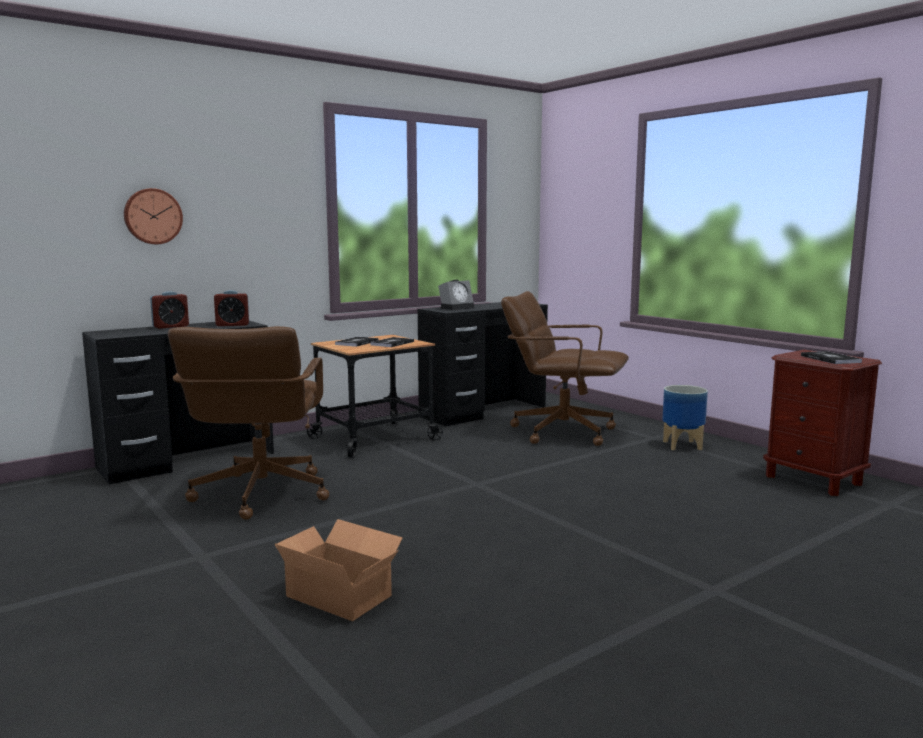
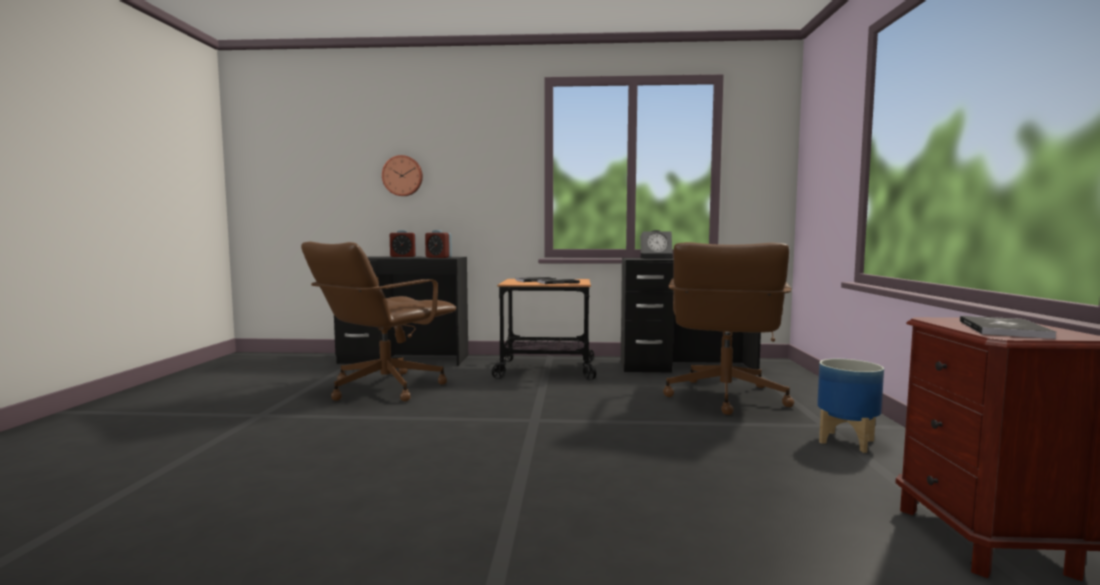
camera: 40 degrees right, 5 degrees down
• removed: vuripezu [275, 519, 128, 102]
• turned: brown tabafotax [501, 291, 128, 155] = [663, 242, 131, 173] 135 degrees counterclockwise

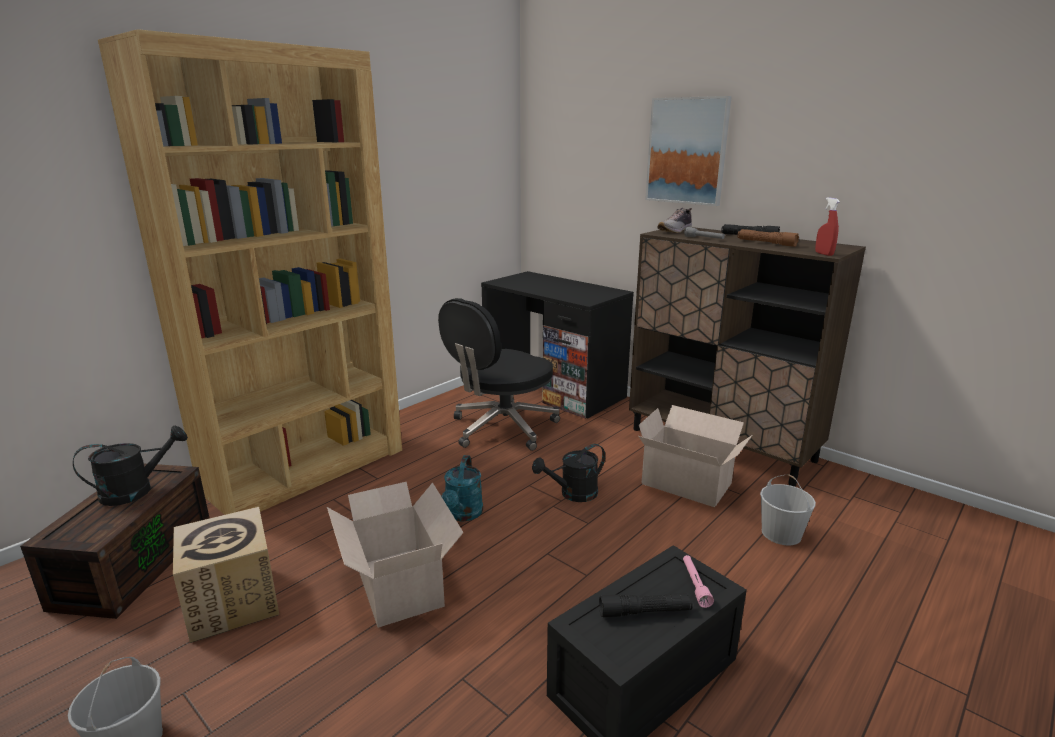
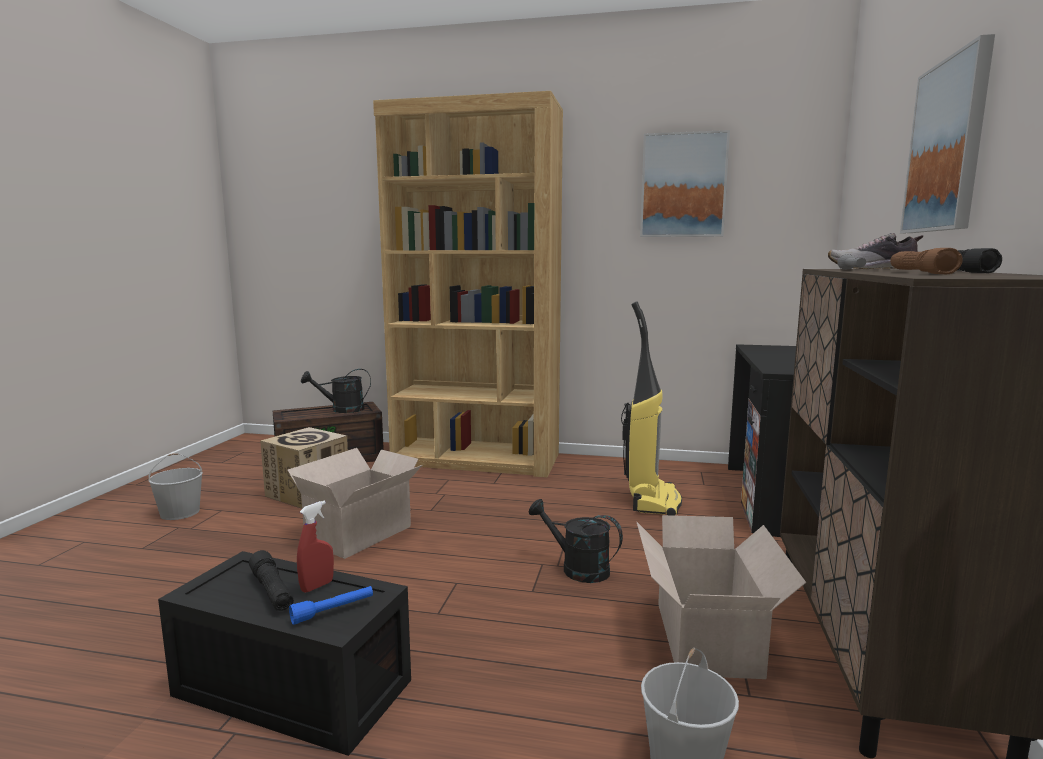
camera: 60 degrees right, 10 degrees down
• turned: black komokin [73, 426, 115, 80] = [301, 369, 70, 44] 135 degrees clockwise
• replaced: black tabafotax [438, 298, 122, 153] to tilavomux [621, 301, 61, 215]
• removed: turquoise komokin [441, 455, 42, 66]
• recoloured: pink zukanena [683, 555, 31, 53] to blue zukanena [289, 586, 84, 39]
• moved: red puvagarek [815, 197, 25, 59] to [297, 501, 37, 91]
• added: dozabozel [640, 130, 90, 107]

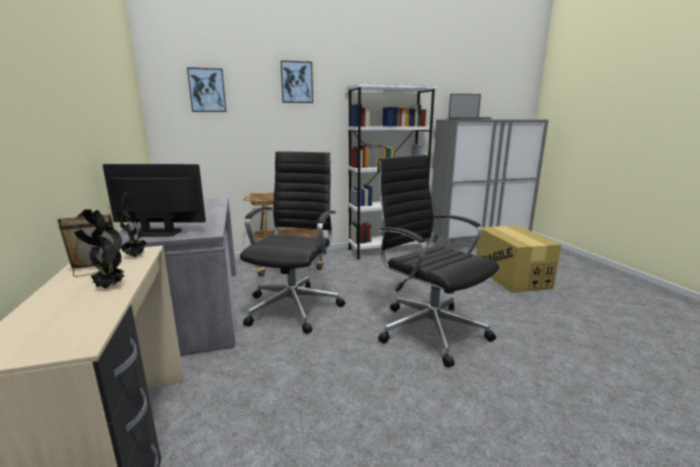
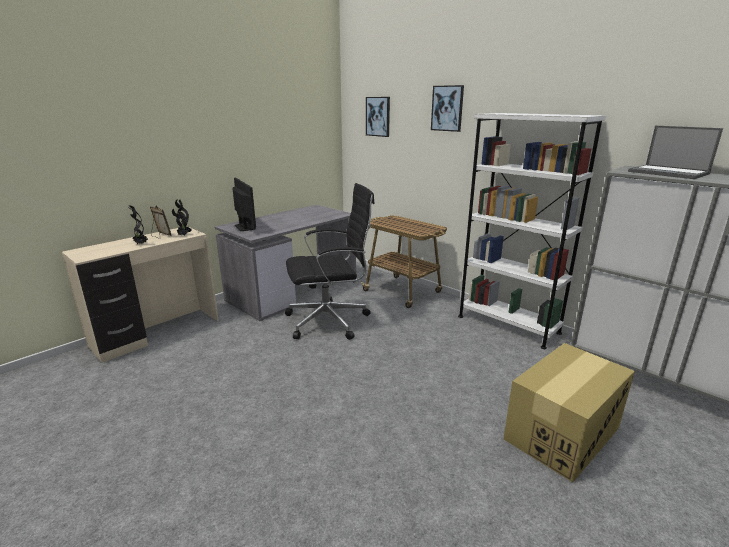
camera: 60 degrees right, 5 degrees up
• removed: black tabafotax [377, 155, 122, 212]

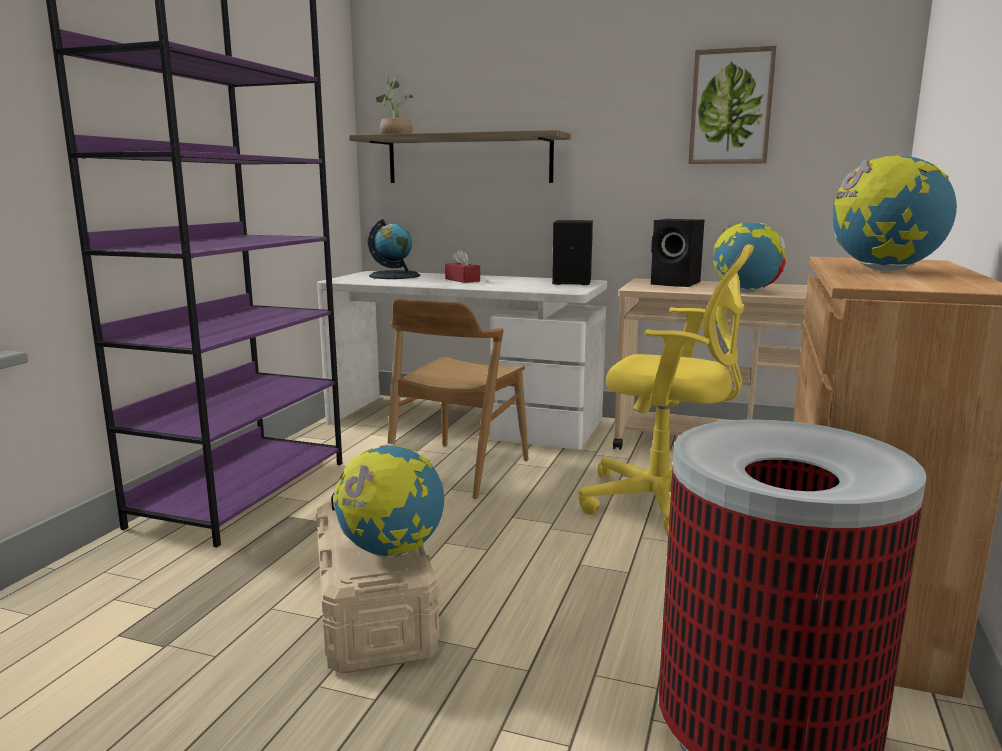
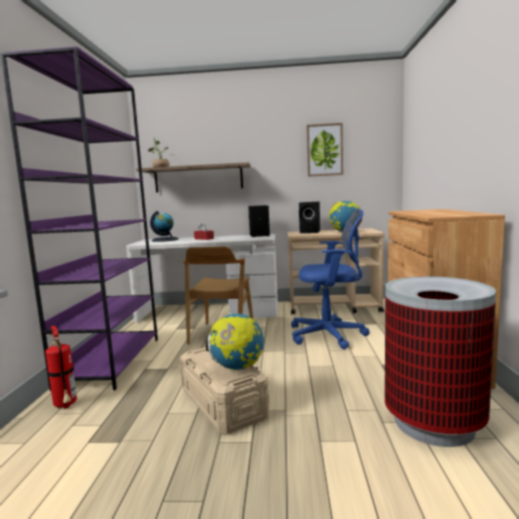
camera: 15 degrees left, 5 degrees down
• recoloured: yellow tabafotax [579, 244, 175, 293] to blue tabafotax [291, 209, 79, 140]
• removed: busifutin [833, 155, 124, 116]
• added: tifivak [45, 323, 32, 86]

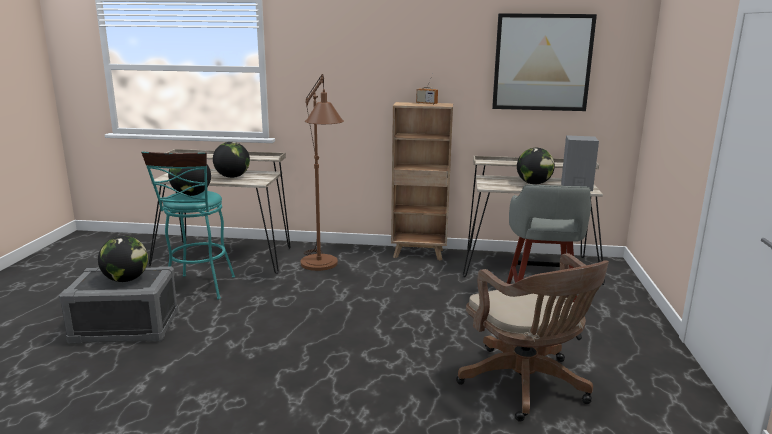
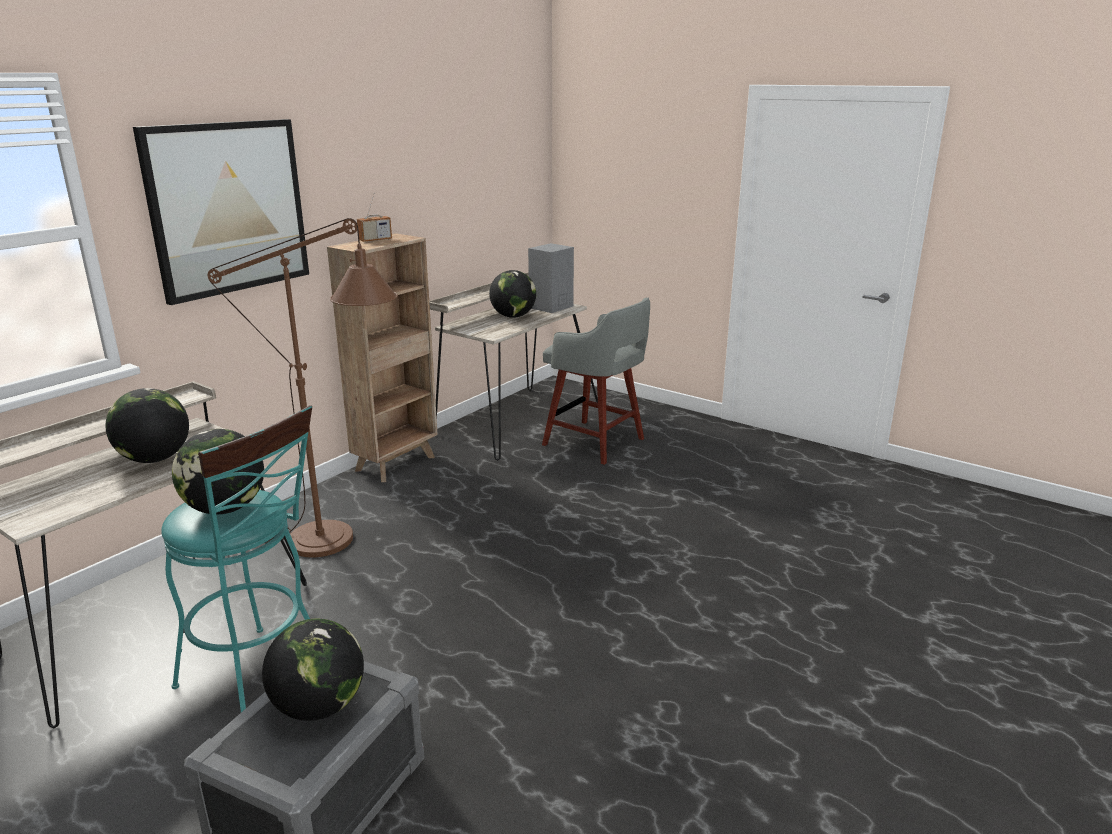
camera: 60 degrees left, 5 degrees up
• removed: brown tabafotax [456, 253, 153, 169]
• moved: dozabozel [492, 13, 105, 98] to [133, 119, 176, 186]

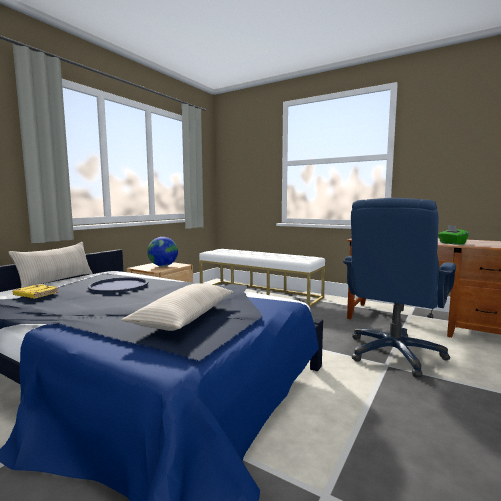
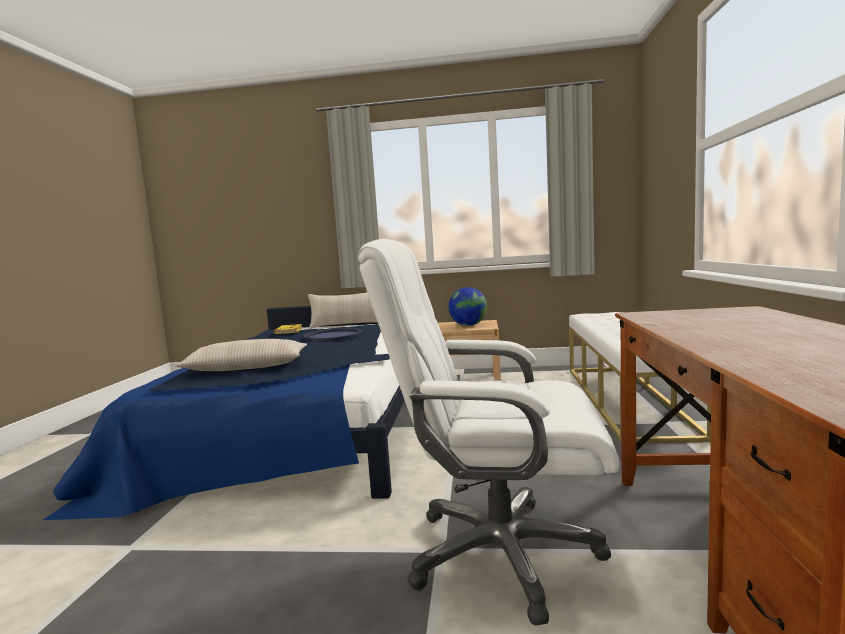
camera: 65 degrees right, 0 degrees up
• recoloured: blue tabafotax [343, 198, 113, 179] to white tabafotax [358, 239, 261, 387]
• removed: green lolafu [438, 225, 31, 20]

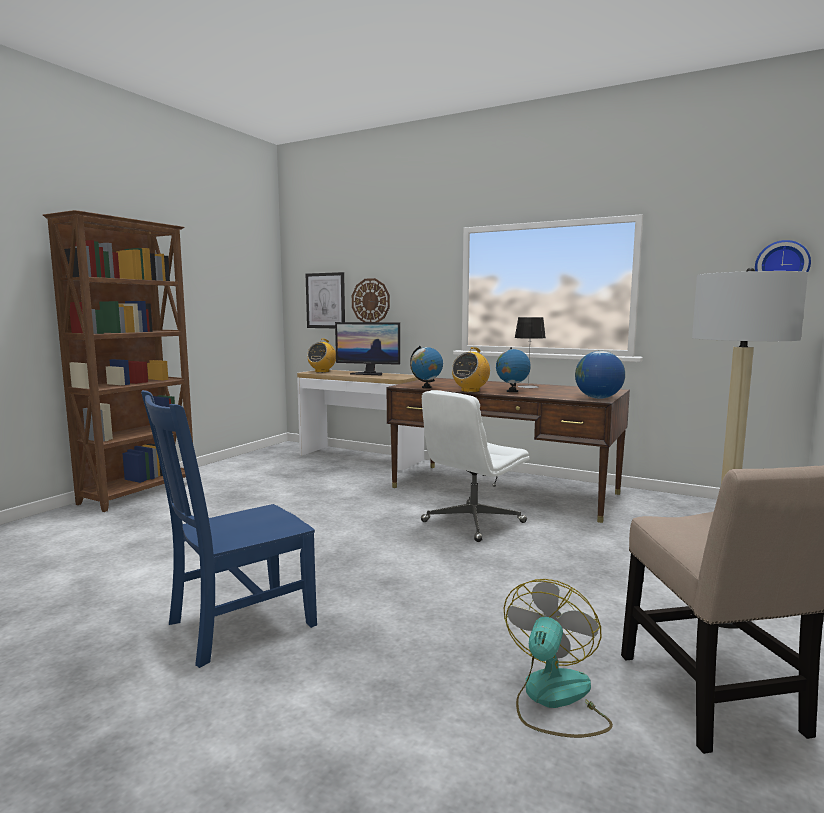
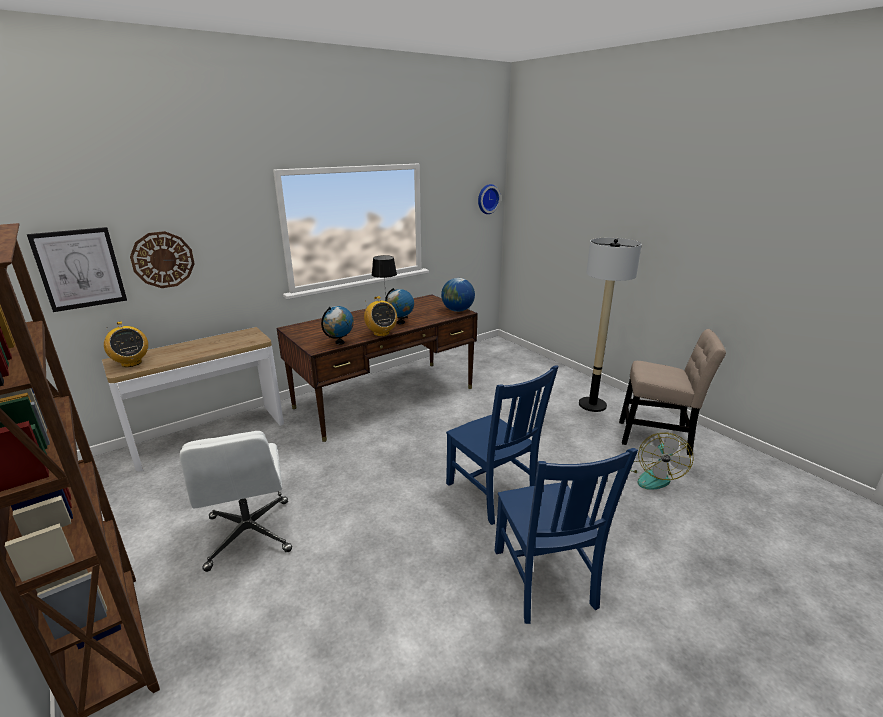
camera: 65 degrees left, 15 degrees up
• removed: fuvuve [335, 322, 65, 53]
• moved: white tabafotax [421, 390, 108, 152] to [180, 431, 112, 141]
• turned: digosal [504, 579, 109, 159] = [630, 433, 64, 57] 120 degrees counterclockwise
• added: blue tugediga [446, 365, 113, 160]

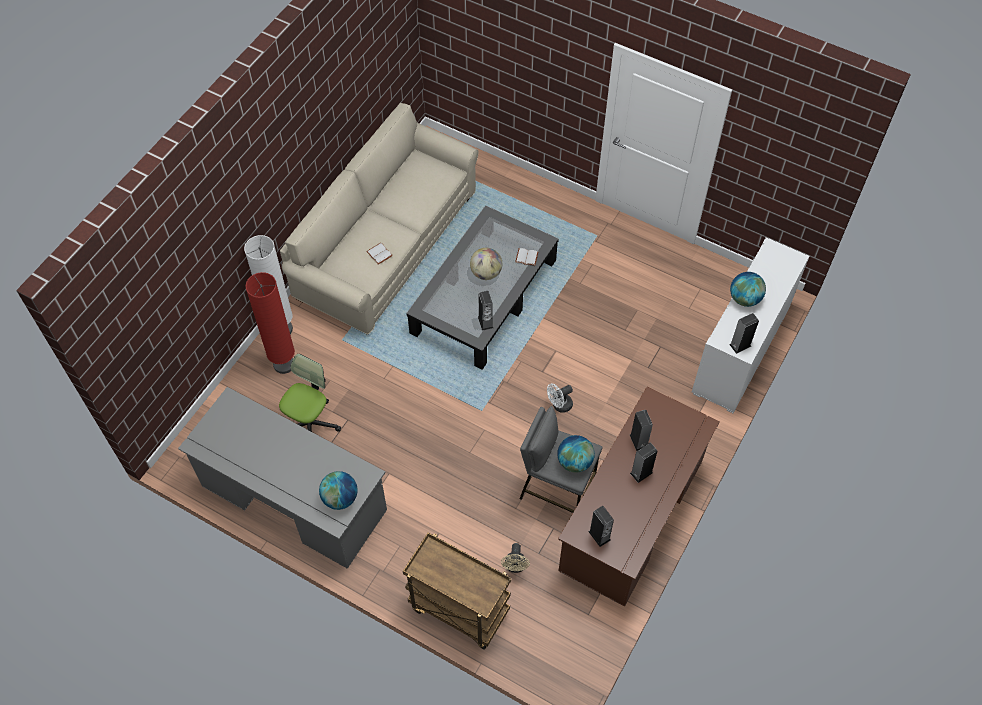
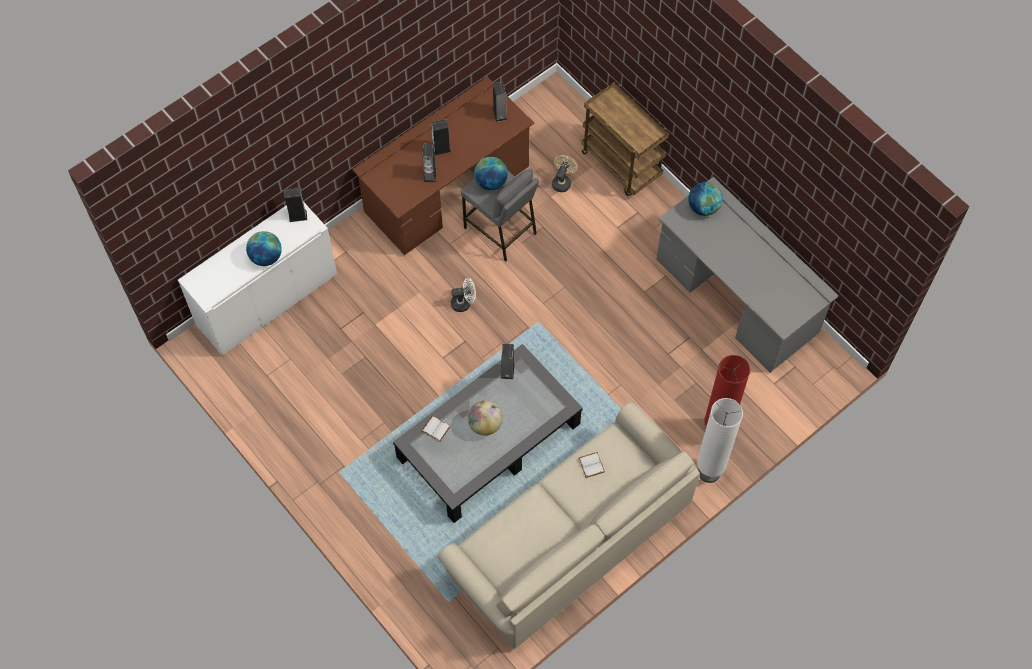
camera: 160 degrees left, 5 degrees up
• removed: tabafotax [279, 354, 62, 78]

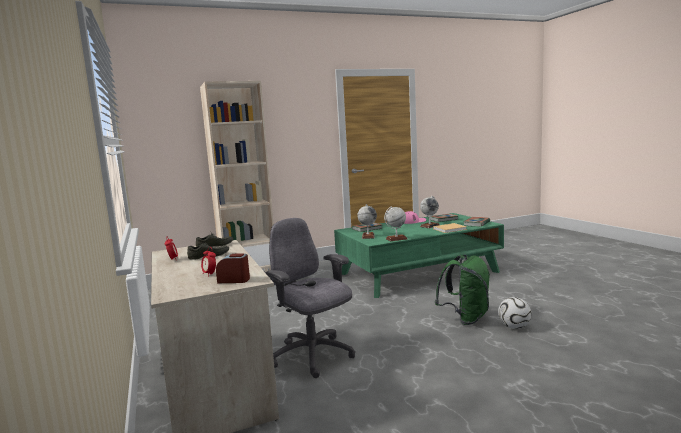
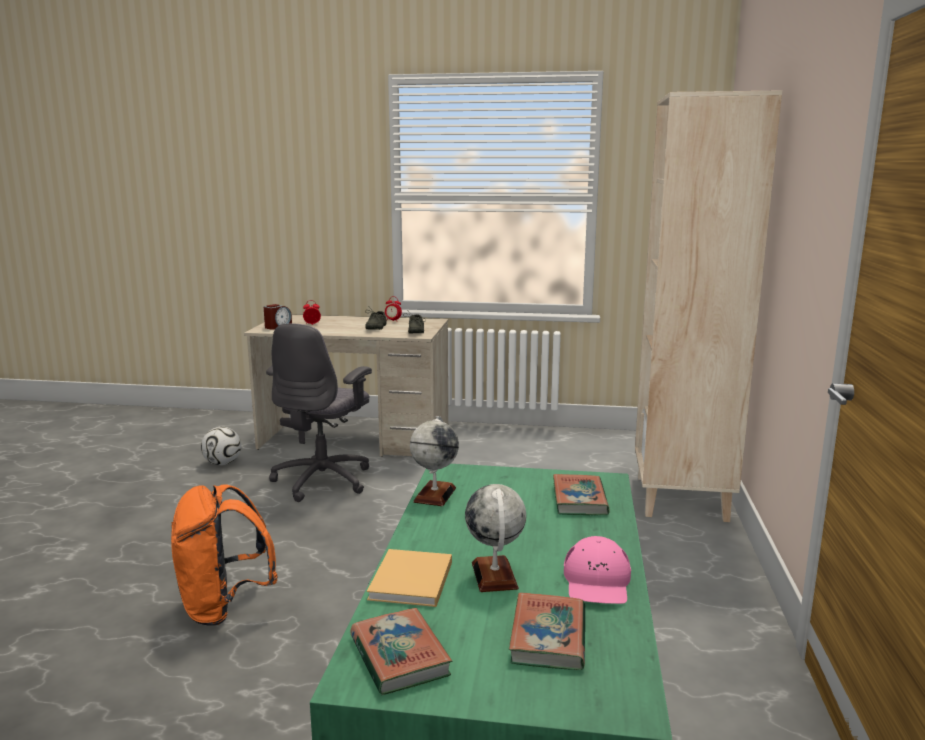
camera: 120 degrees right, 5 degrees up
• turned: grey tabafotax [265, 218, 90, 160] = [266, 323, 106, 179] 120 degrees clockwise
• removed: busifutin [357, 204, 20, 35]
• recoloured: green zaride [435, 254, 55, 71] to orange zaride [171, 485, 107, 141]
• moved: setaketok [498, 297, 34, 32] to [201, 427, 40, 38]

